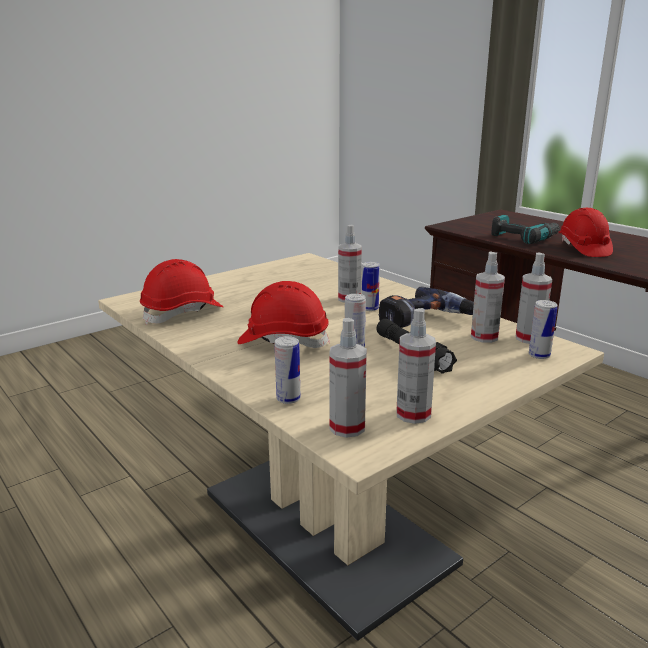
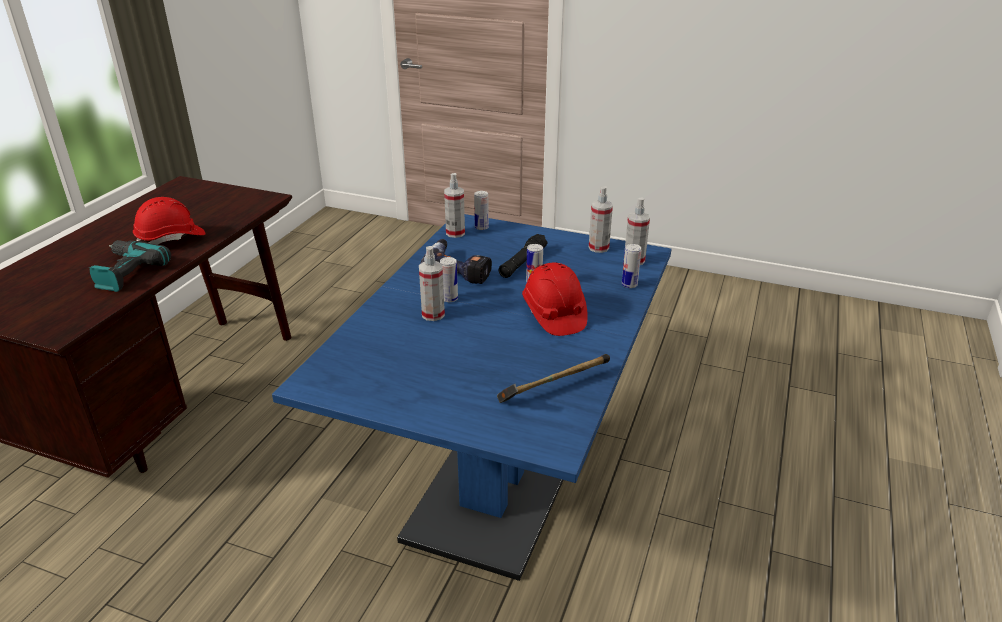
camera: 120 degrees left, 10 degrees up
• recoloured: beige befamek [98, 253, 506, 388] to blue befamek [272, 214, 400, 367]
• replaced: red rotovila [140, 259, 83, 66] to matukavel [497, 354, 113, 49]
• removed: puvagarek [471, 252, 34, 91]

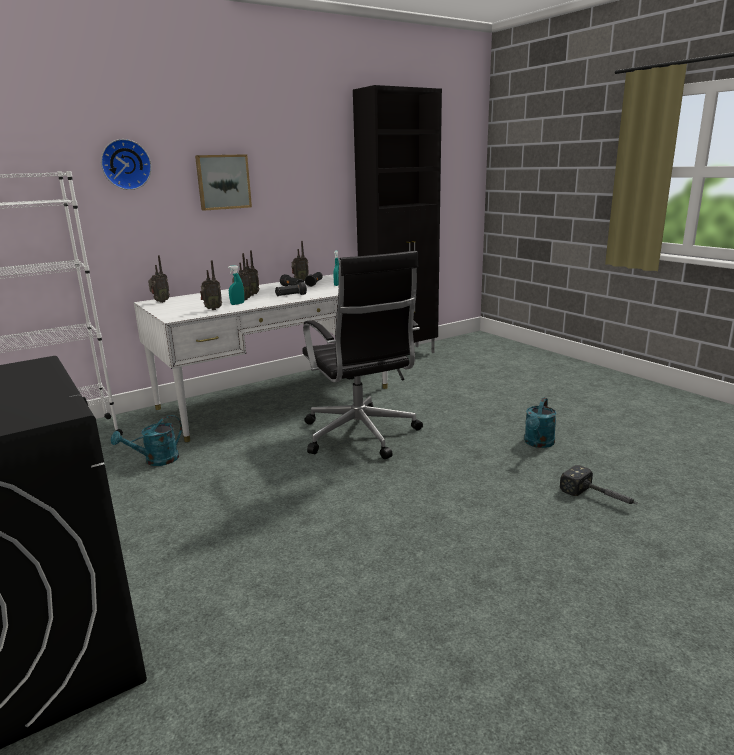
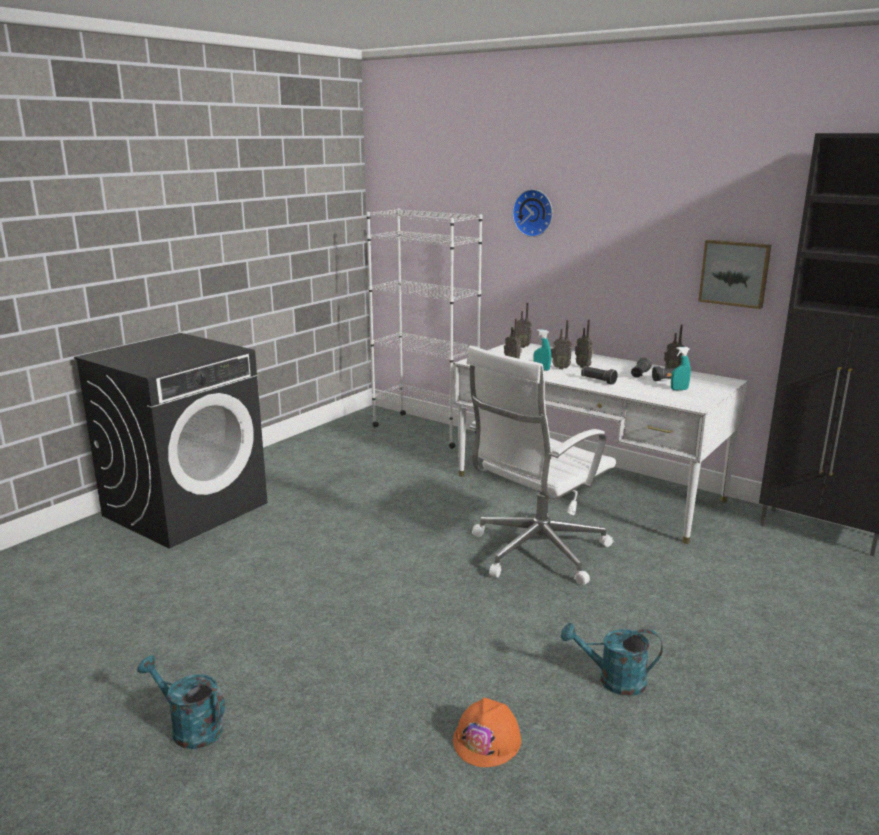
camera: 70 degrees right, 0 degrees up
• moved: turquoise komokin [111, 415, 71, 51] to [137, 655, 88, 94]
• moved: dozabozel [195, 154, 57, 57] to [698, 240, 74, 69]
• recoloured: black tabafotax [302, 251, 121, 208] to white tabafotax [467, 346, 149, 239]
• replaced: matukavel [560, 465, 78, 39] to orange rotovila [453, 698, 68, 69]

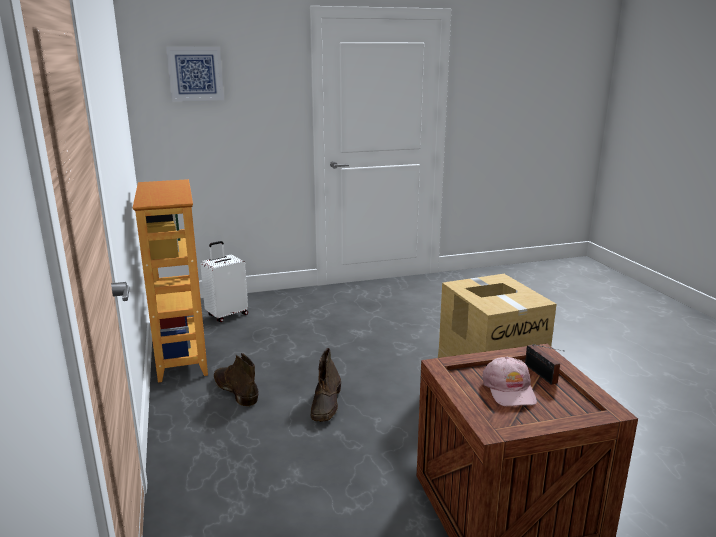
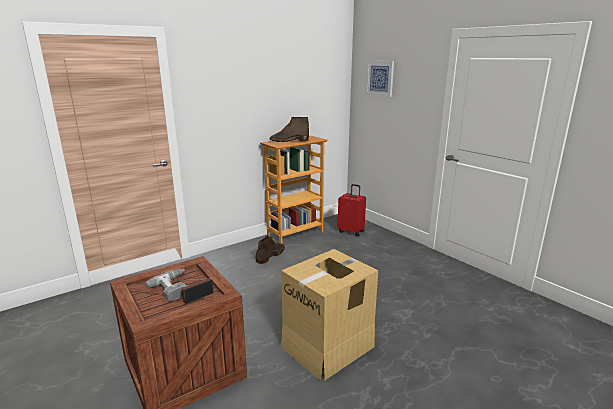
camera: 70 degrees right, 0 degrees up
• recoloured: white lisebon [200, 241, 48, 81] to red lisebon [338, 184, 28, 53]
• moved: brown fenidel [311, 348, 30, 74] to [270, 117, 39, 25]
• replaced: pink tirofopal [482, 357, 55, 50] to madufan [145, 269, 42, 33]

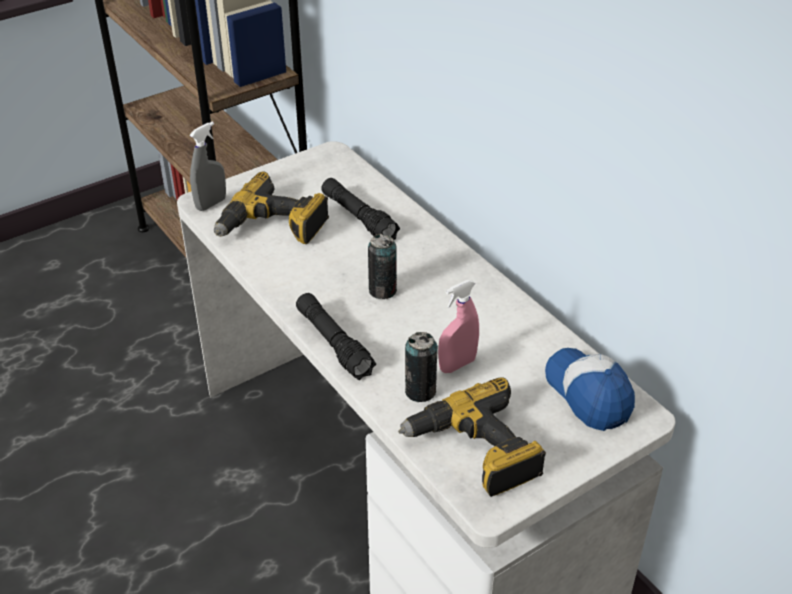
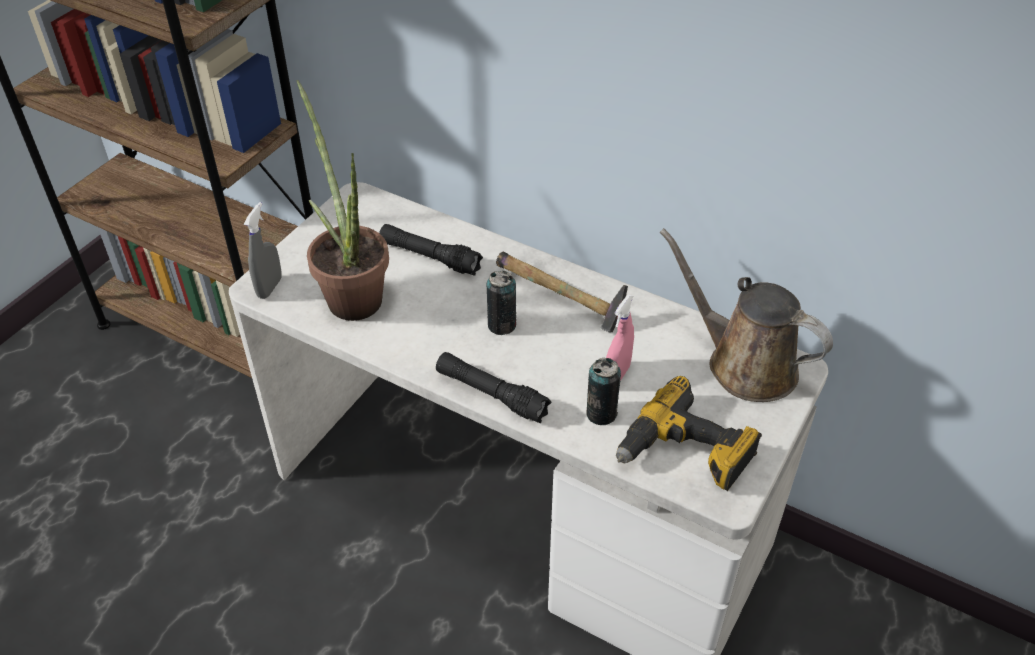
camera: 25 degrees left, 5 degrees up
• replaced: madufan [214, 172, 115, 72] to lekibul [296, 80, 93, 241]
• replaced: tirofopal [545, 348, 90, 83] to brown komokin [659, 228, 174, 174]
• added: matukavel [496, 252, 132, 80]

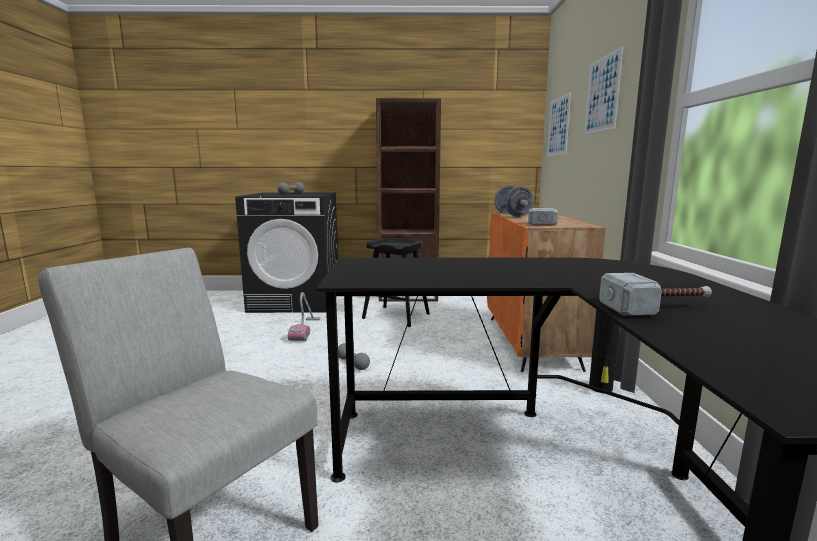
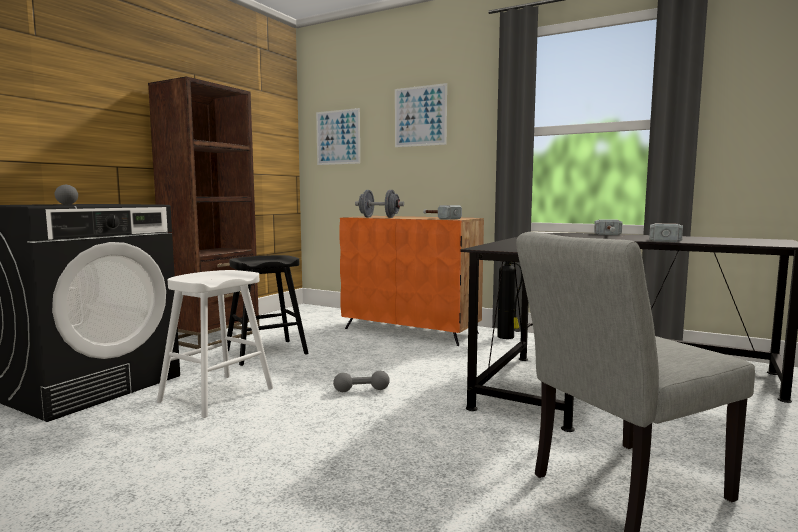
camera: 60 degrees left, 5 degrees down
• replaced: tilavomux [288, 292, 33, 49] to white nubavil [157, 270, 116, 148]
• added: matukavel [594, 219, 28, 16]

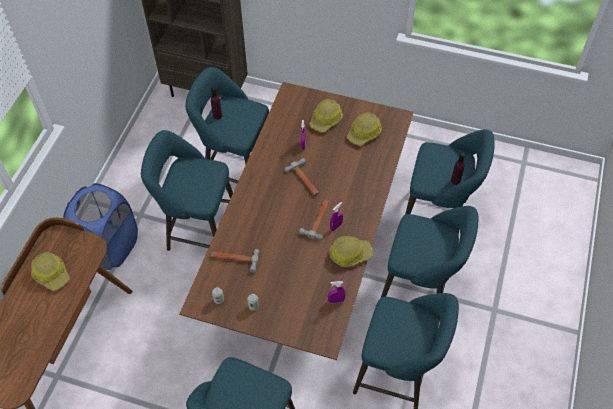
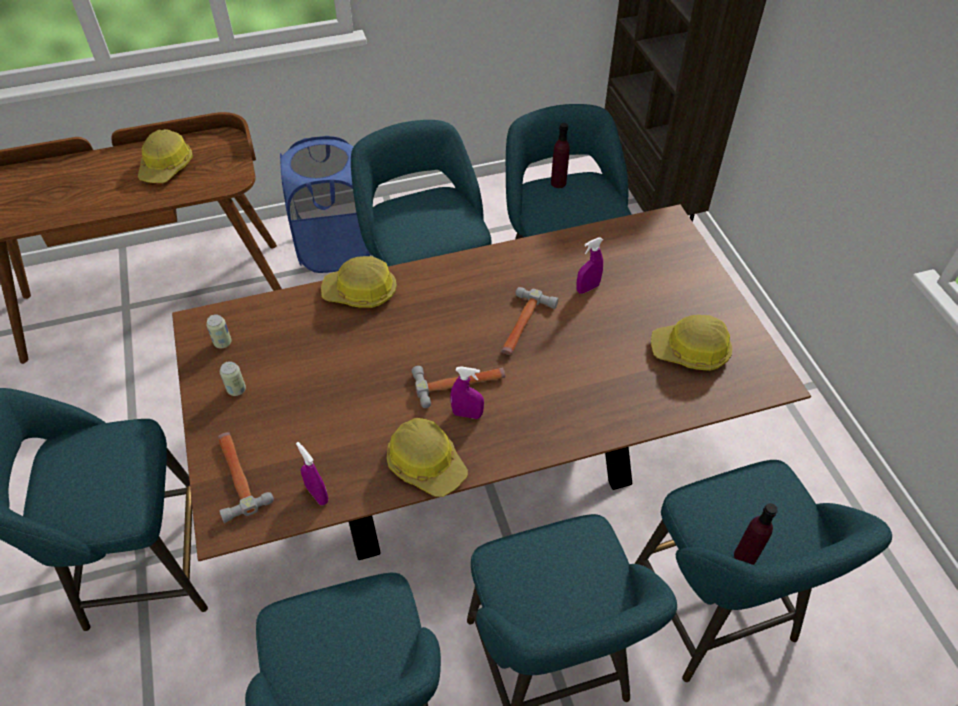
camera: 55 degrees right, 5 degrees down
• moved: matukavel [211, 249, 48, 24] to [218, 432, 56, 91]
• moved: rotovila [309, 99, 34, 33] to [321, 256, 76, 52]

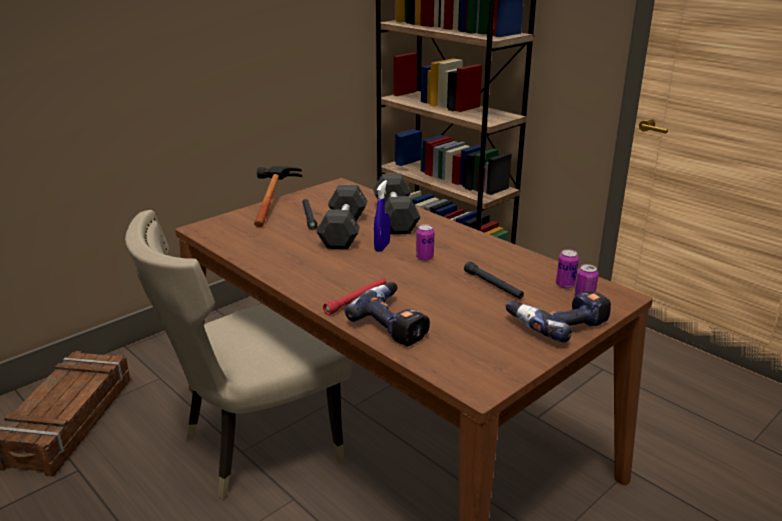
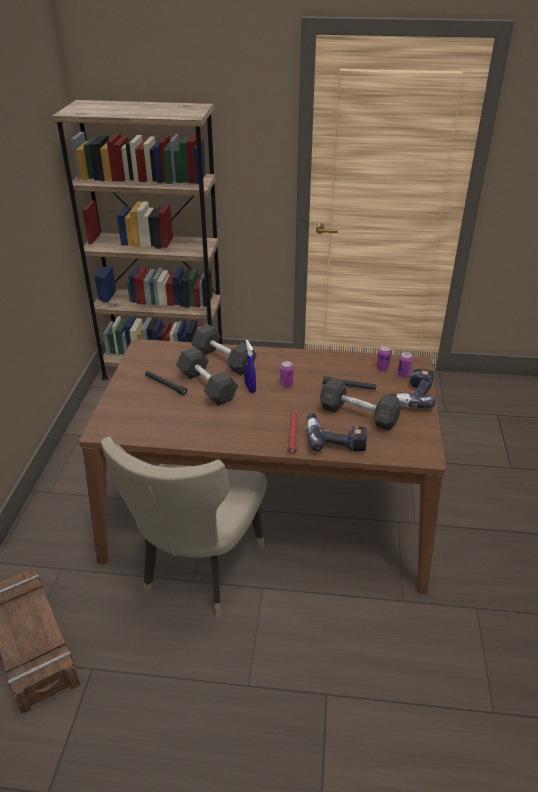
camera: 40 degrees left, 10 degrees up
• removed: matukavel [254, 166, 48, 61]
• added: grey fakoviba [320, 377, 81, 54]

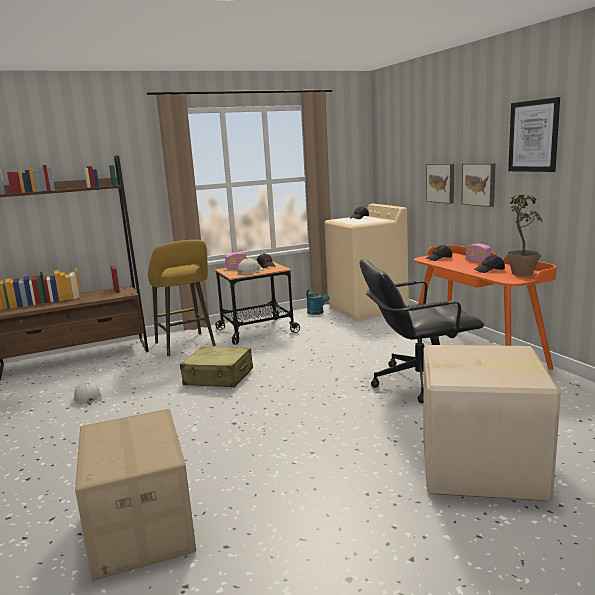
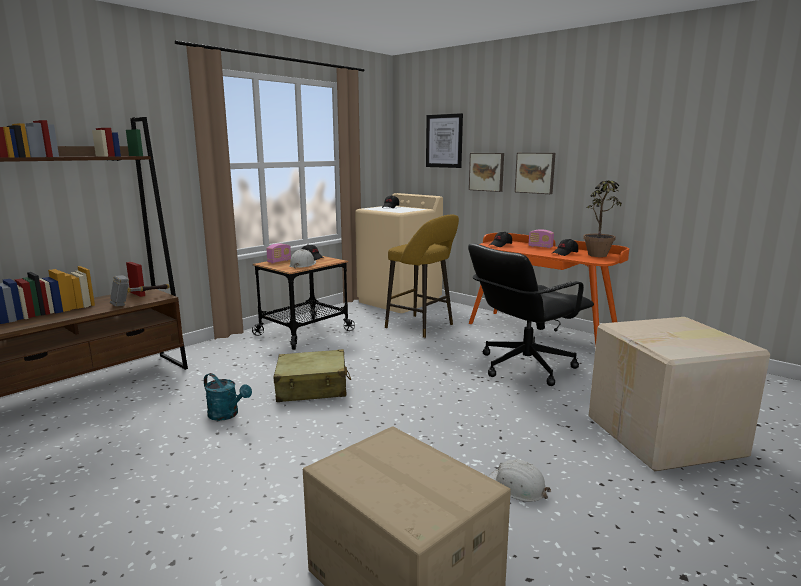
camera: 25 degrees left, 0 degrees up
• moved: white rotovila [74, 381, 28, 24] to [488, 459, 63, 43]
• moved: yellow nubavil [148, 240, 68, 116] to [385, 215, 74, 123]
• moved: turquoise komokin [306, 289, 24, 26] to [204, 373, 48, 48]
• moved: dozabozel [508, 97, 52, 75] to [426, 113, 37, 55]
• added: matukavel [110, 275, 60, 32]

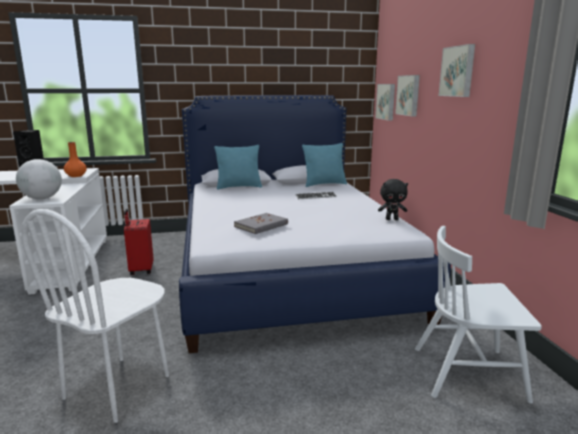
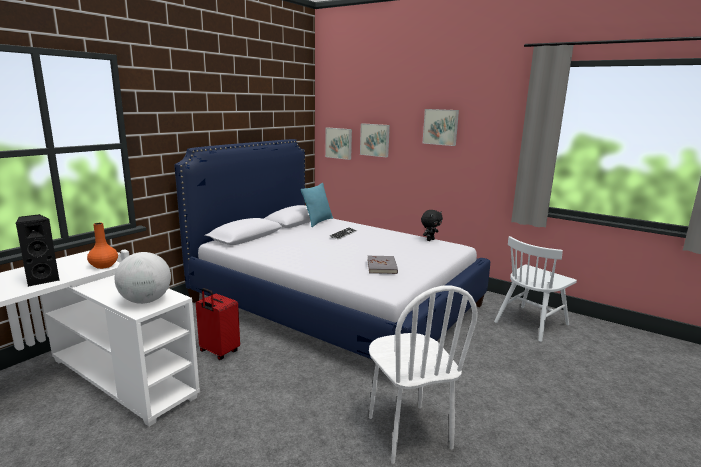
camera: 45 degrees left, 0 degrees up
• removed: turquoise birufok [214, 145, 48, 45]

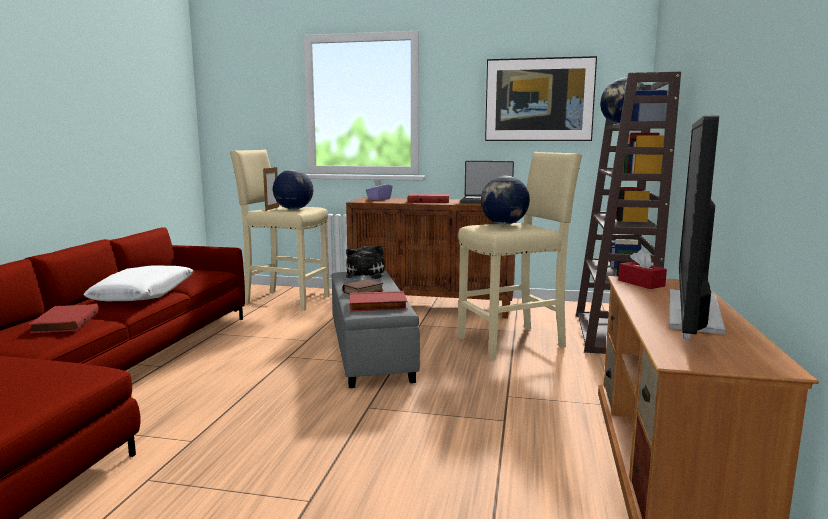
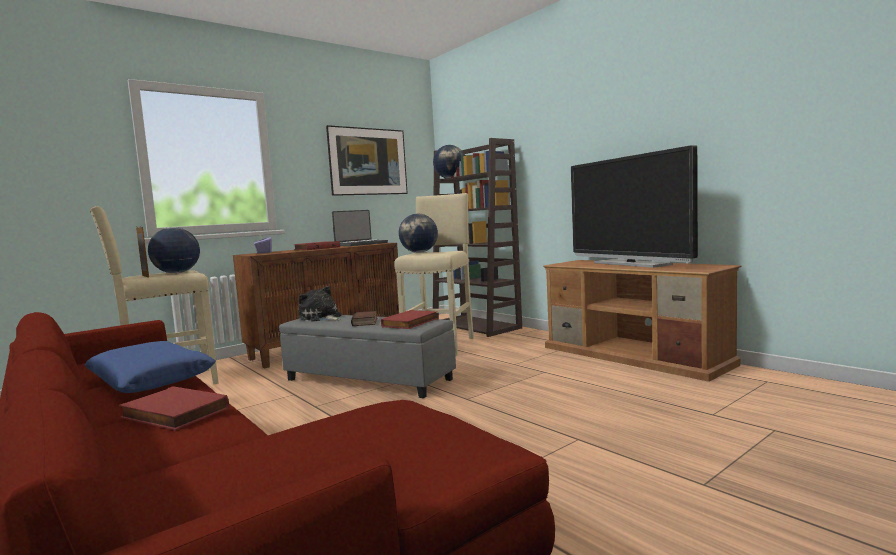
camera: 50 degrees left, 5 degrees down
• recoloured: white birufok [83, 265, 111, 36] to blue birufok [85, 341, 130, 52]
• removed: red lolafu [618, 249, 49, 40]

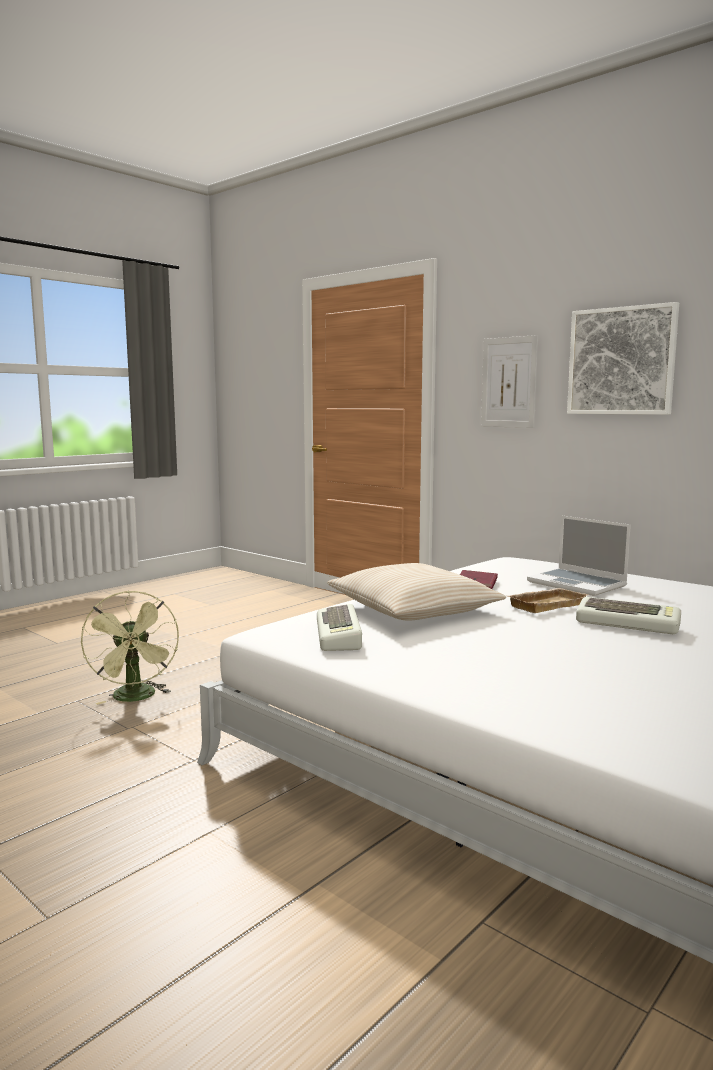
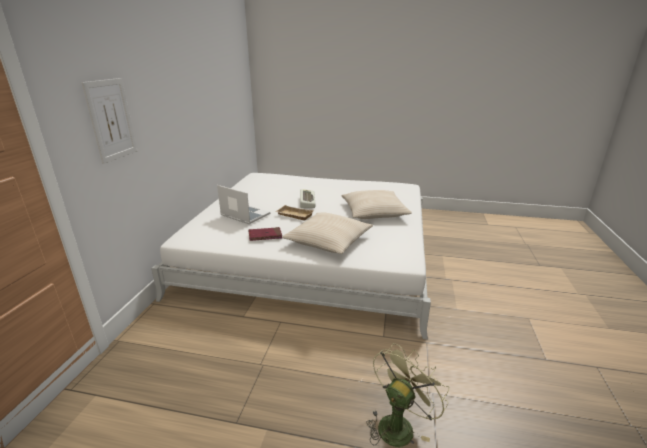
camera: 120 degrees left, 15 degrees up
• removed: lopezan [317, 604, 45, 47]
• turned: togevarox [527, 516, 104, 80] = [217, 185, 53, 39] 75 degrees counterclockwise
• removed: dozabozel [567, 302, 112, 113]
• added: beige birufok [342, 190, 70, 29]

